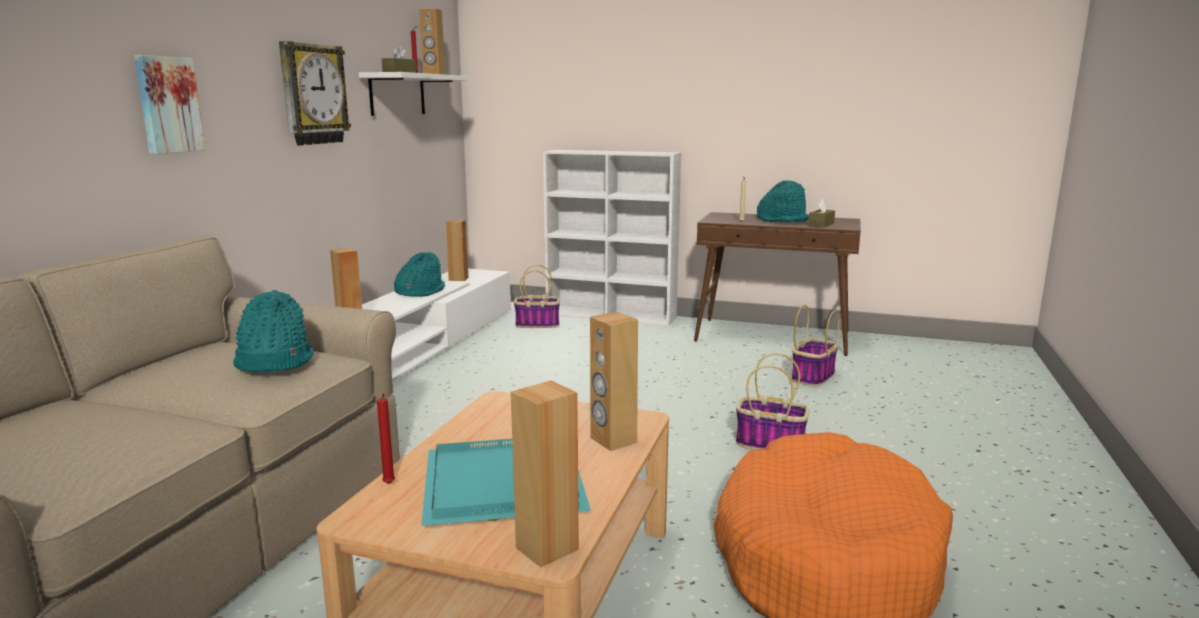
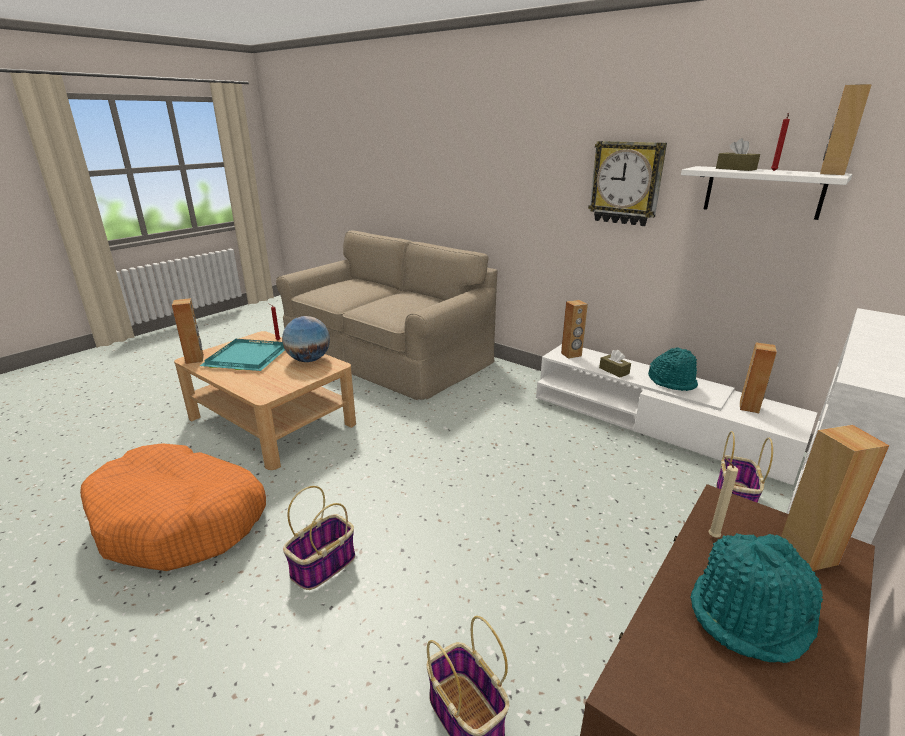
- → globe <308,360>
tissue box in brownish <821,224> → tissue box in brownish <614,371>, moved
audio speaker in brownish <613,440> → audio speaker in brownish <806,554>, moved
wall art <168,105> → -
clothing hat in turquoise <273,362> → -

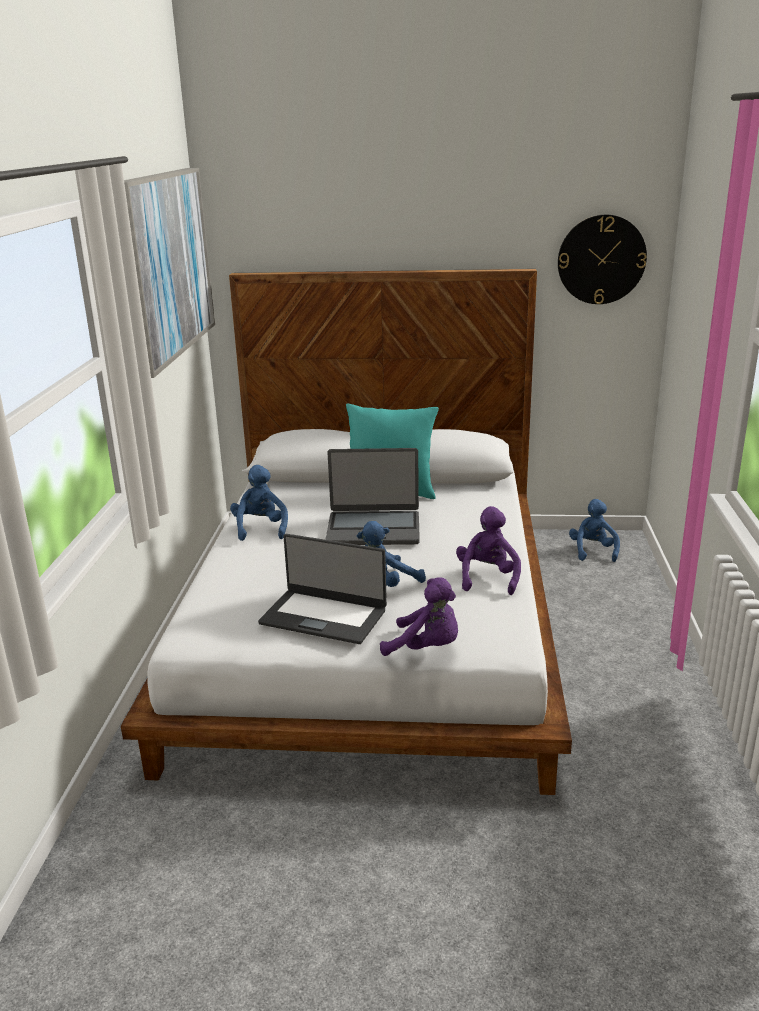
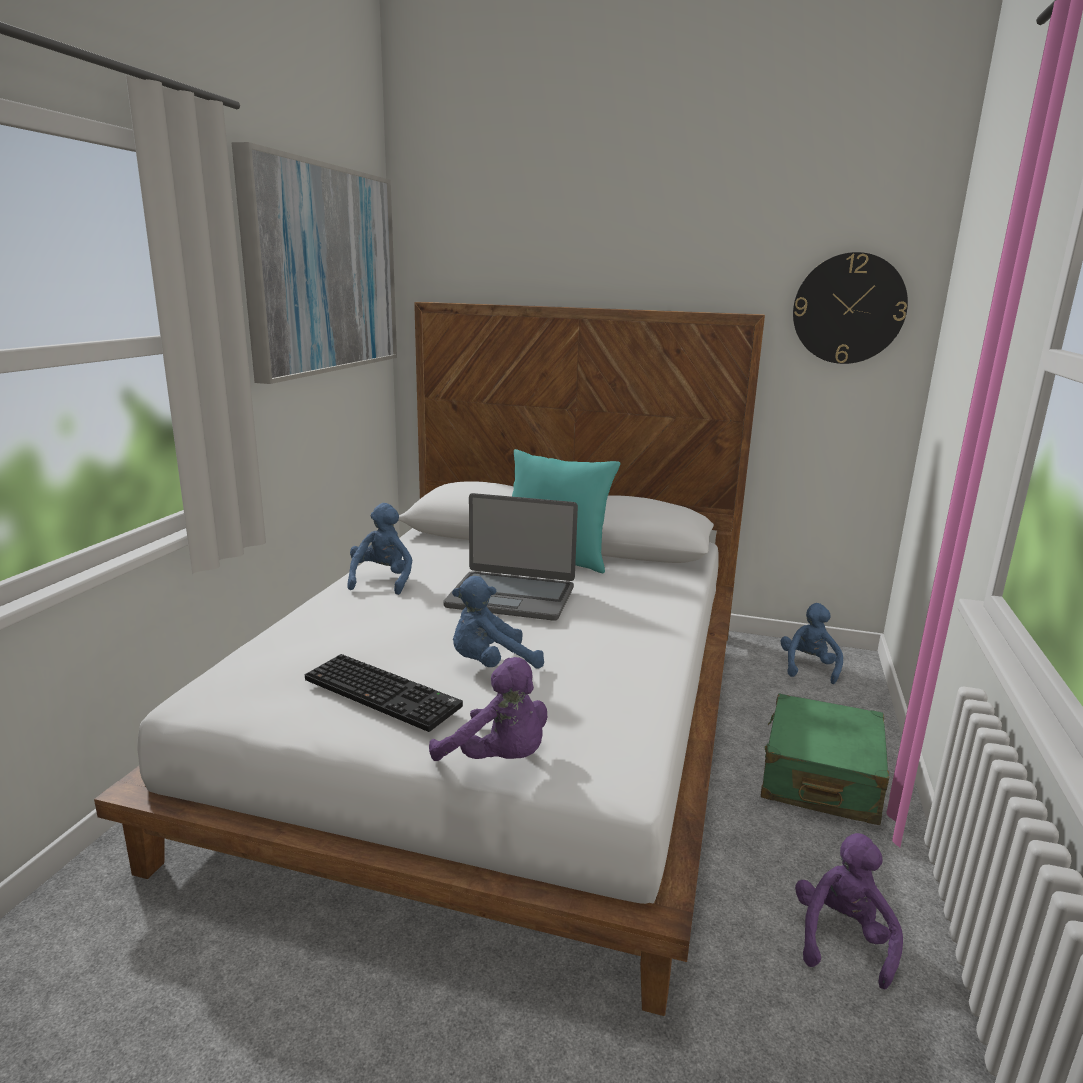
notebook computer <324,616> → computer keyboard <385,693>
- → piece of luggage in green-coloured <820,777>
plush toy in purple-coloured <488,578> → plush toy in purple-coloured <842,938>, moved

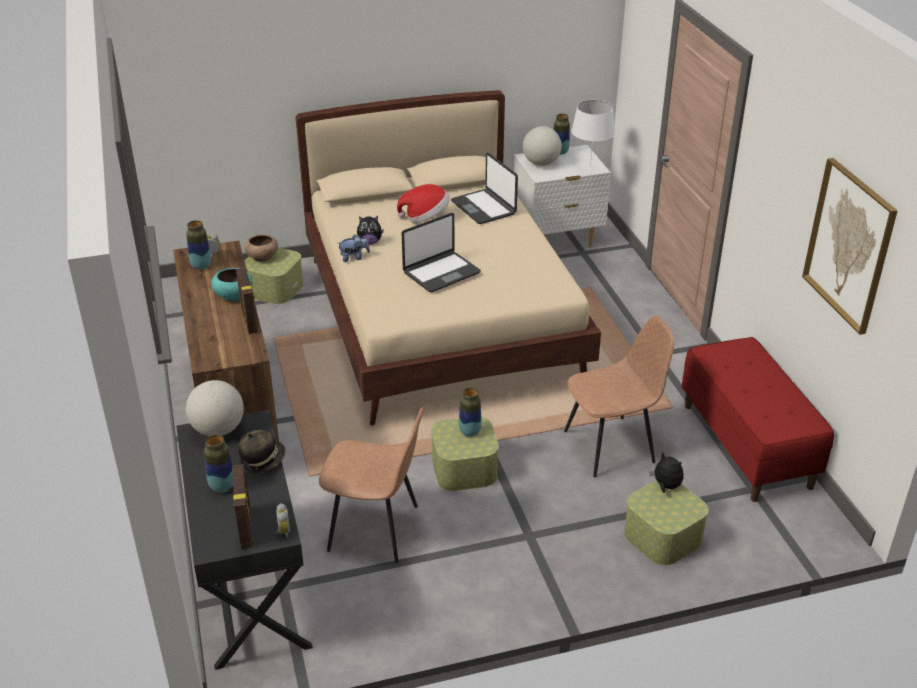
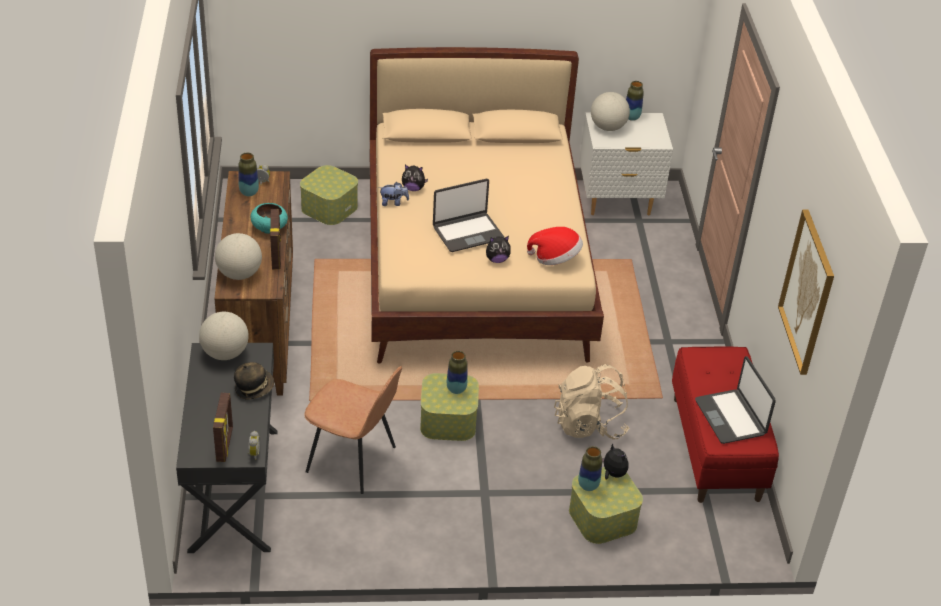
- → globe <239,274>
- → plush toy <497,260>
clothing hat <426,217> → clothing hat <555,258>, moved
chair in brownish <611,446> → rucksack in sand-coloured <589,424>
vase <222,487> → vase <588,486>, moved
notebook computer <484,207> → notebook computer <731,417>, moved
bowl in brownish <262,256> → -
table lamp in white-coloured <590,167> → -

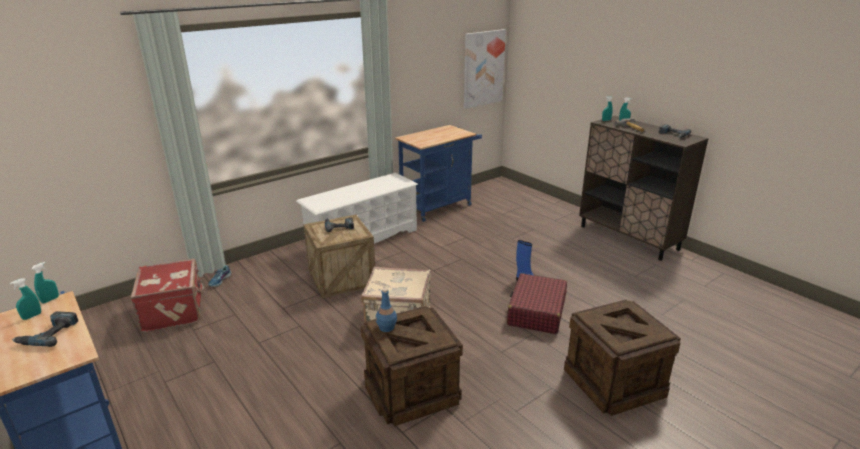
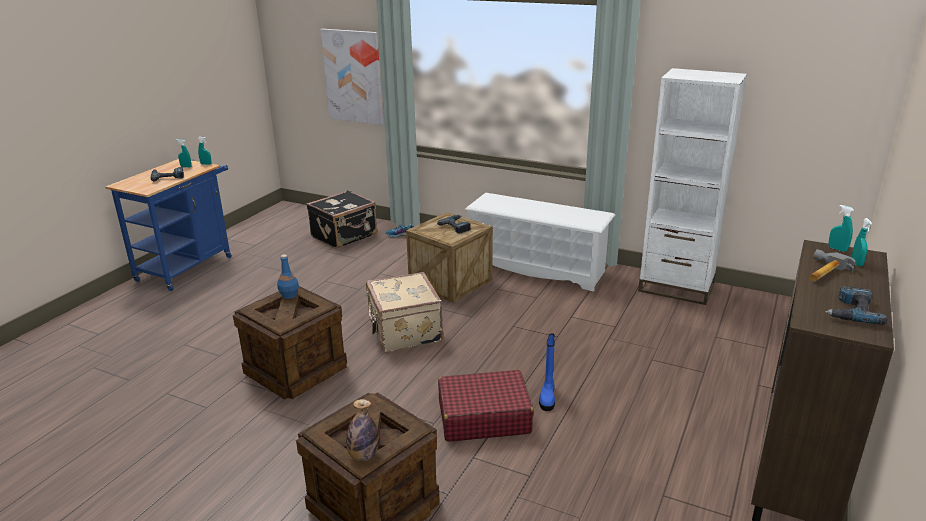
piece of luggage in red <175,311> → piece of luggage in blackish <345,236>
wall art <483,68> → wall art <353,76>, moved
- → drink bottle <363,456>
cart in bluish <439,206> → bookshelf in white-coloured <676,288>

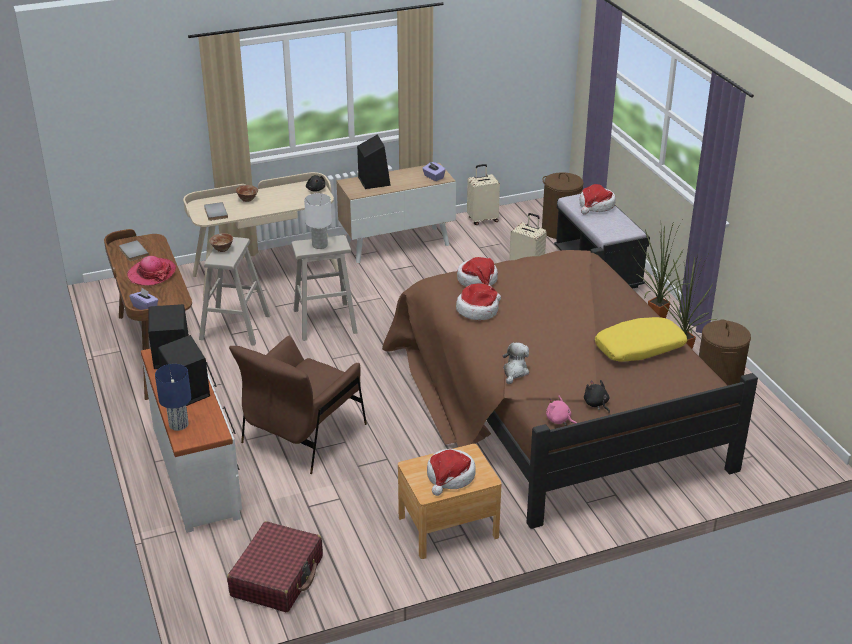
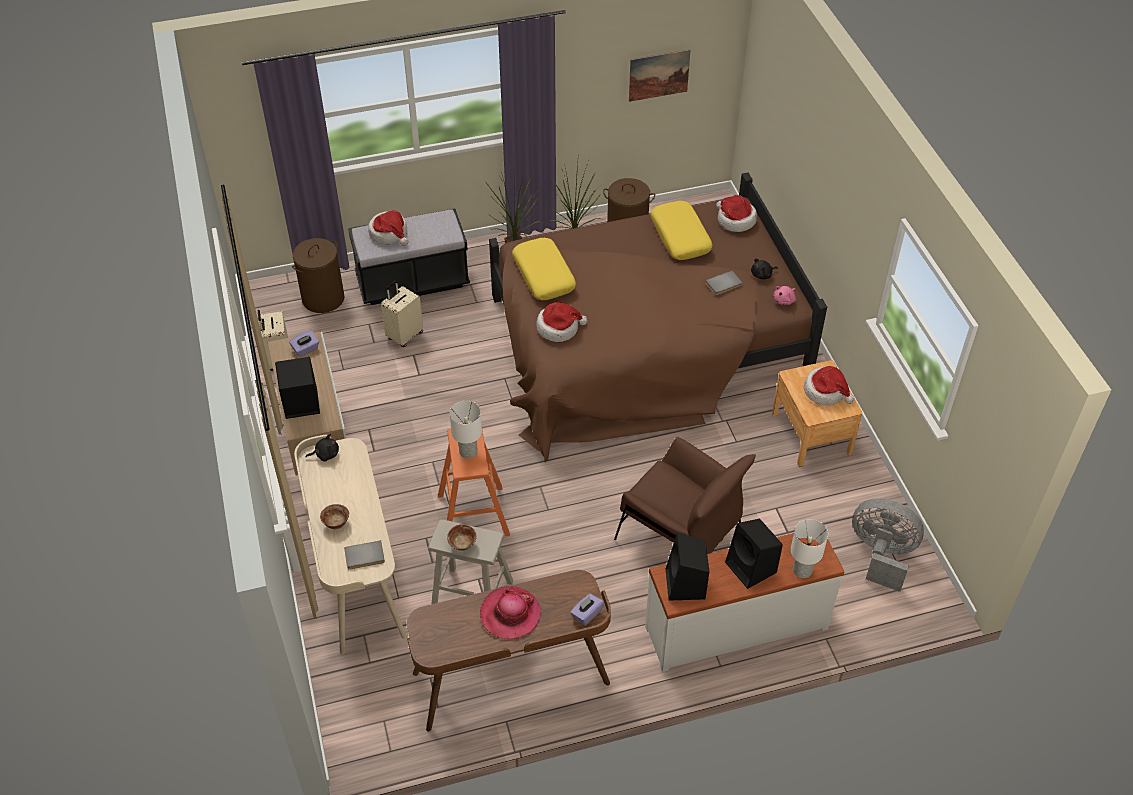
sitting stool in sand-coloured <324,321> → sitting stool in orange-coloured <473,515>
- → throw pillow in yellow-coloured <544,275>
- → wall art <659,75>
volume in gray <132,252> → volume in gray <724,285>, moved
clothing hat <478,310> → clothing hat <735,220>, moved
table lamp in bluish <179,425> → table lamp in white-coloured <802,569>
piece of luggage in red <277,576> → fan in gray <881,555>
plush toy <515,372> → -

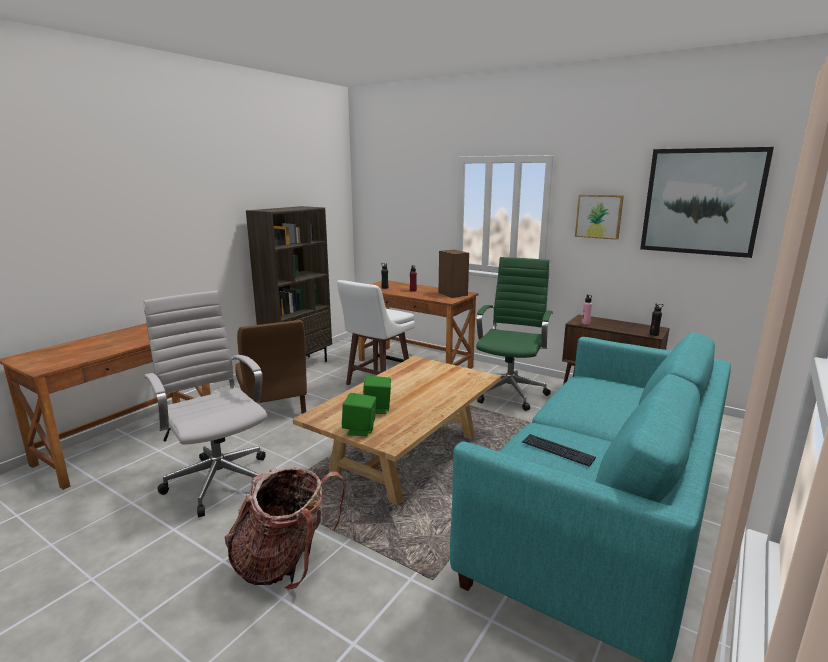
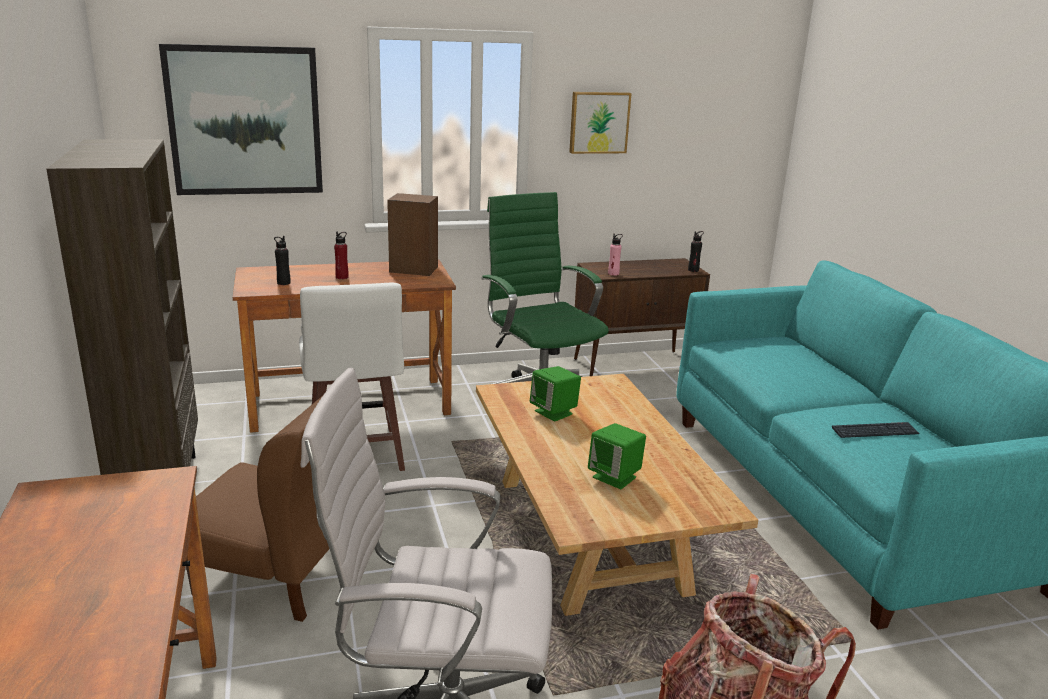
wall art <702,202> → wall art <245,121>, moved
audio speaker in green-coloured <360,430> → audio speaker in green-coloured <554,412>, moved

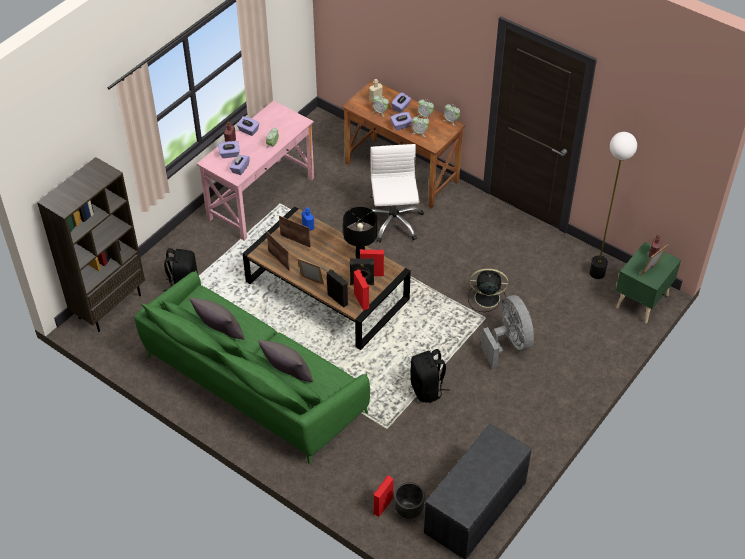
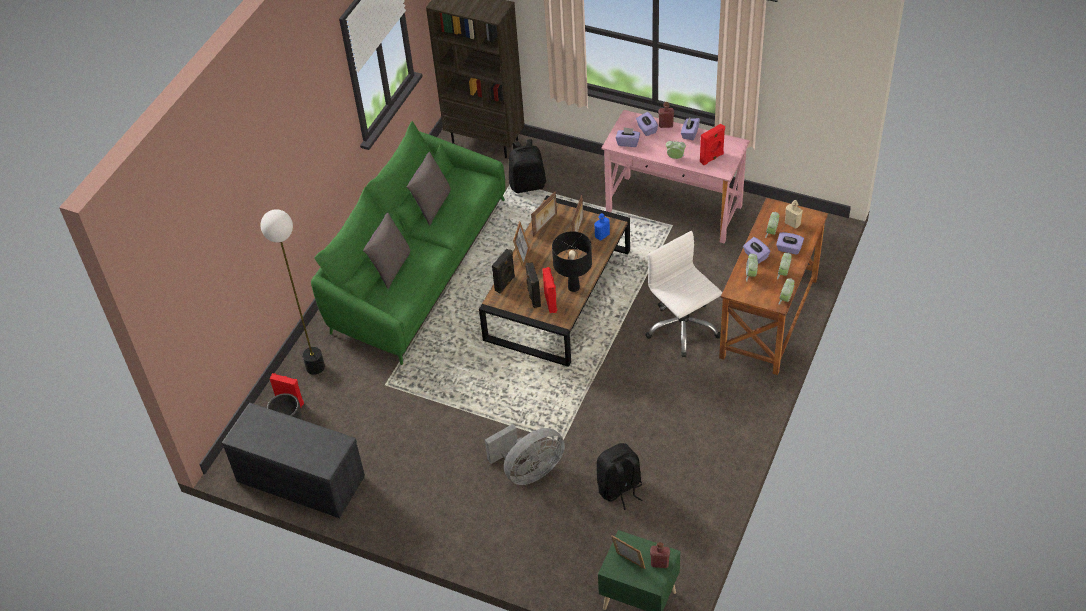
standard lamp <596,273> → standard lamp <315,366>, moved
rucksack in blackish <427,389> → rucksack in blackish <620,489>, moved
desk chair in white-coloured <393,222> → desk chair in white-coloured <682,328>, 105 degrees counterclockwise
audio speaker in red <362,300> → audio speaker in red <712,158>, moved
fan in blackish <486,298> → -

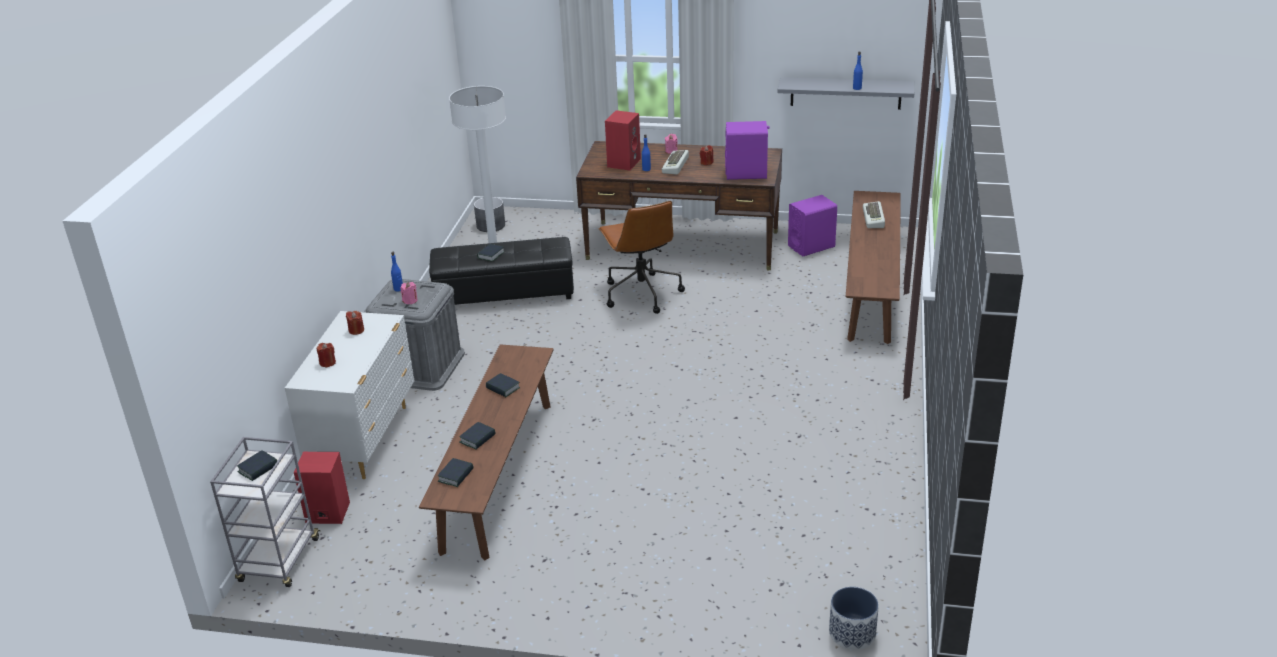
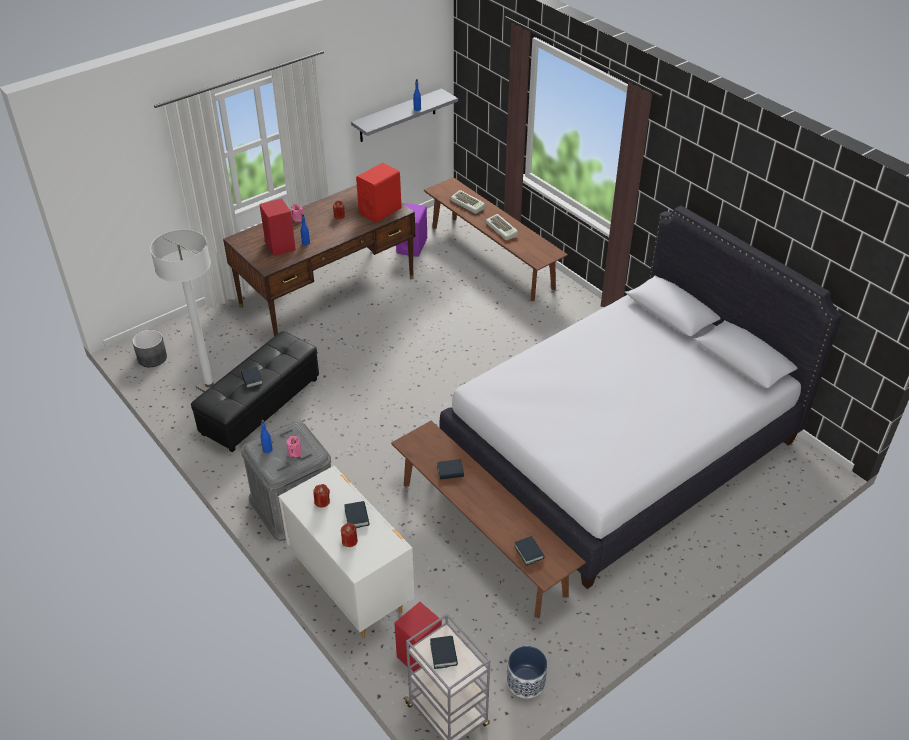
volume <477,438> → volume <357,517>, moved
audio speaker in purple-coloured <746,173> → audio speaker in red <380,211>
- → sleeping bed in white-coloured <620,448>
computer keyboard <676,165> → computer keyboard <502,230>, moved
flower pot <851,633> → flower pot <525,682>, moved
desk chair in brownish <641,293> → -

